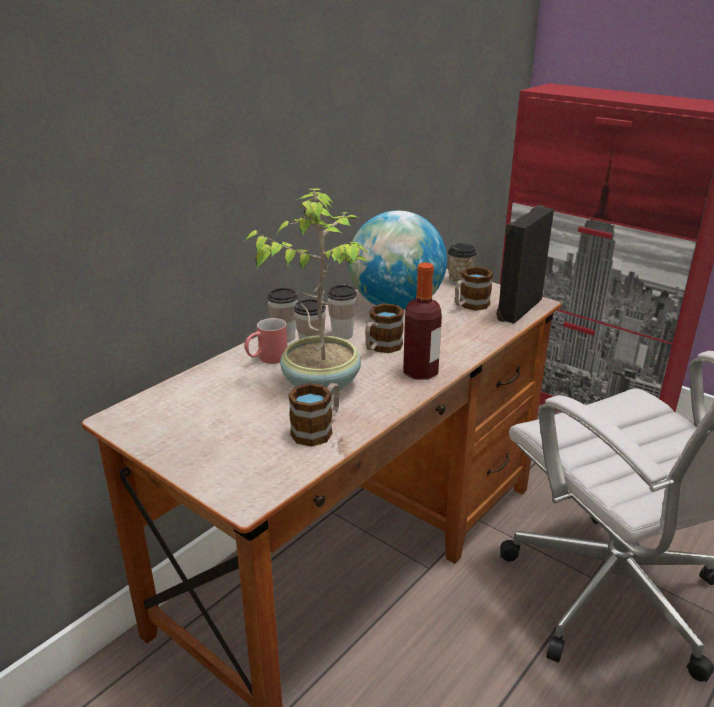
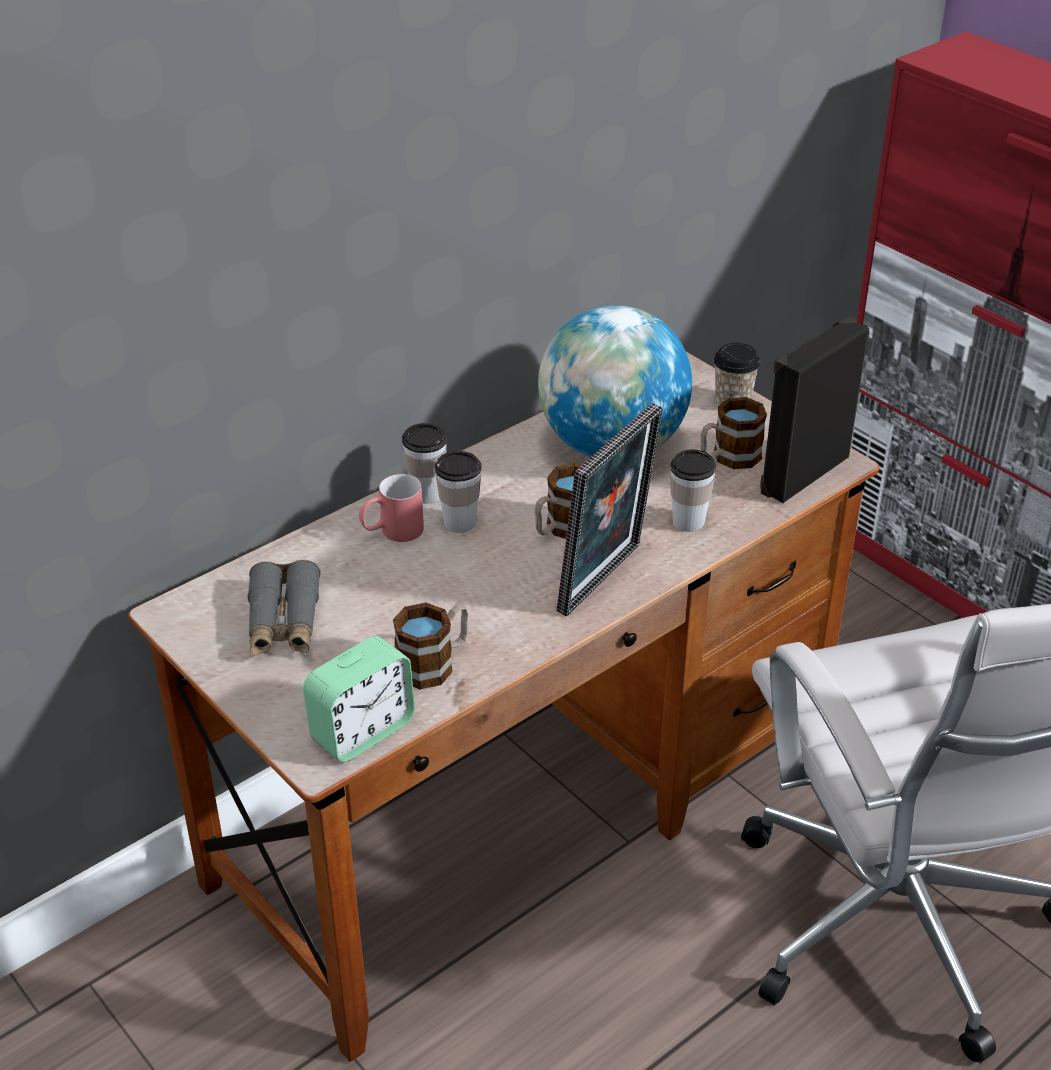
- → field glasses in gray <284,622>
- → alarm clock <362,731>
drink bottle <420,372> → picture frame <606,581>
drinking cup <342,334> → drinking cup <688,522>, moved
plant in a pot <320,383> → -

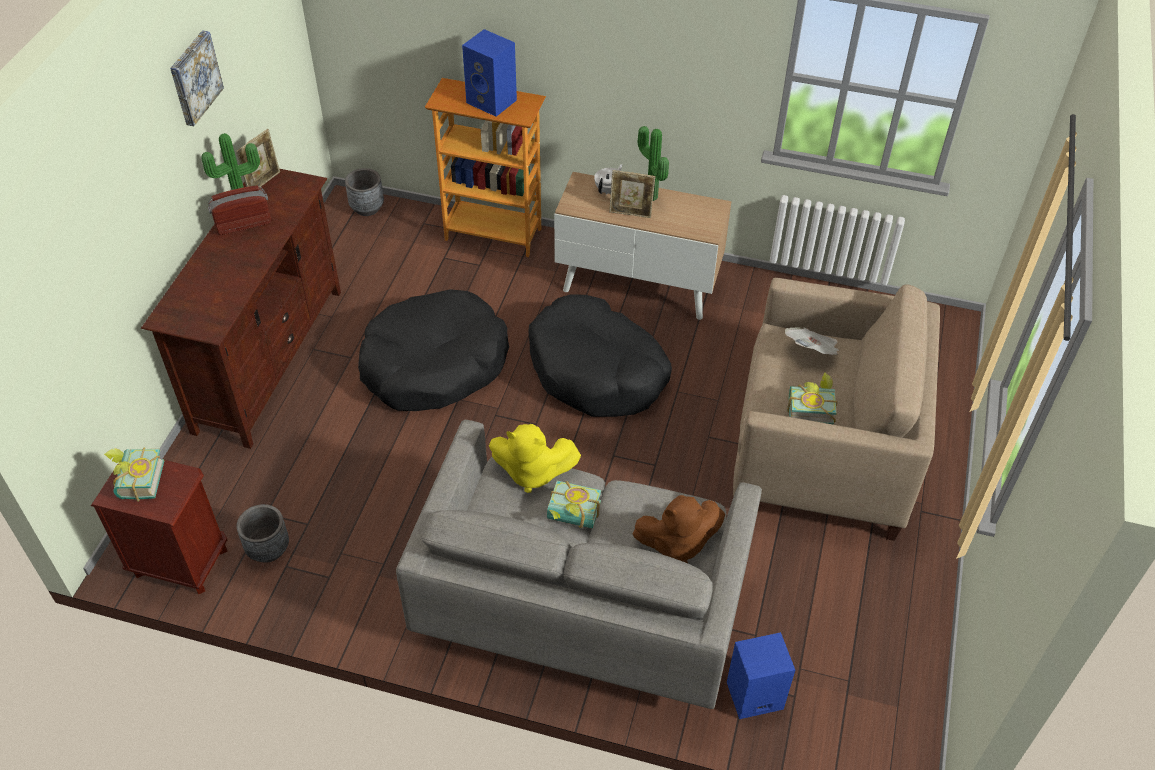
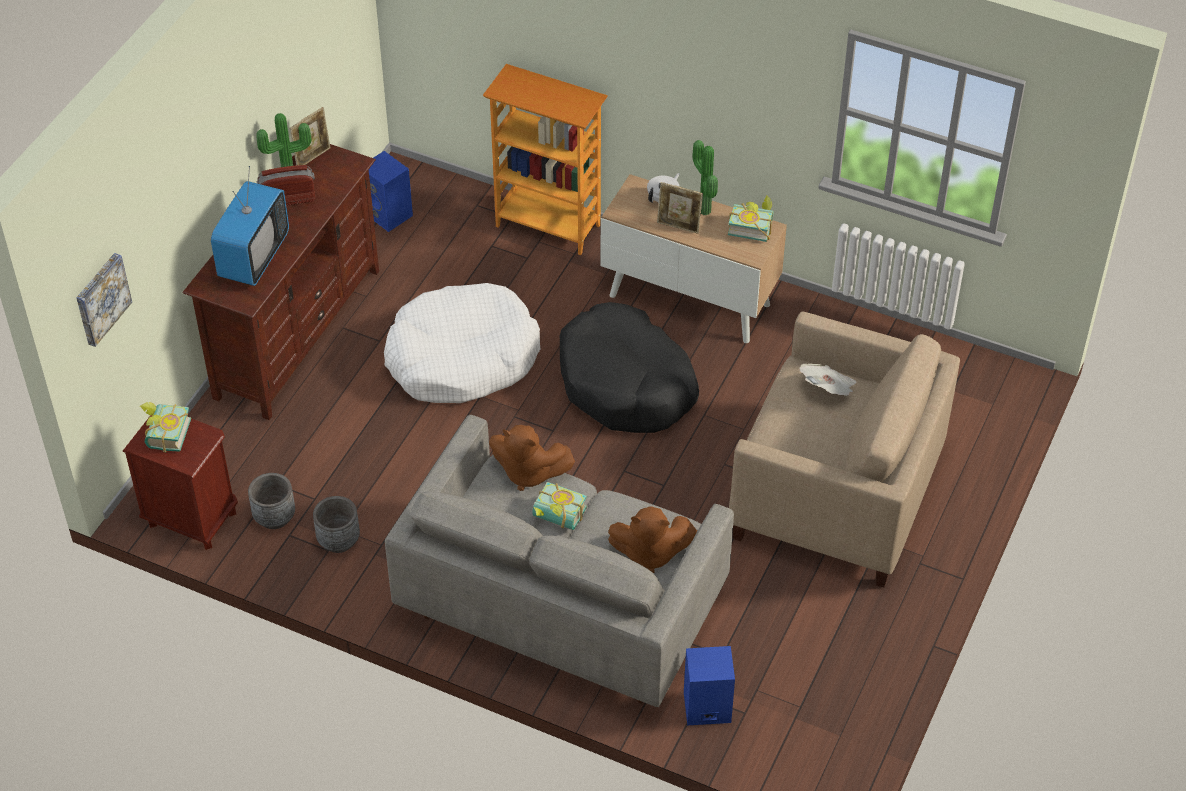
wall art <194,77> → wall art <101,298>, moved
- → television <254,257>
flower pot in gray <367,208> → flower pot in gray <338,541>, moved
audio speaker in bluish <493,101> → audio speaker in bluish <390,215>, moved
dog cushion in blackish <434,364> → dog cushion in white-coloured <462,358>
plush toy in yellow-coloured <532,472> → plush toy in brownish <528,472>
volume <810,408> → volume <751,226>, moved

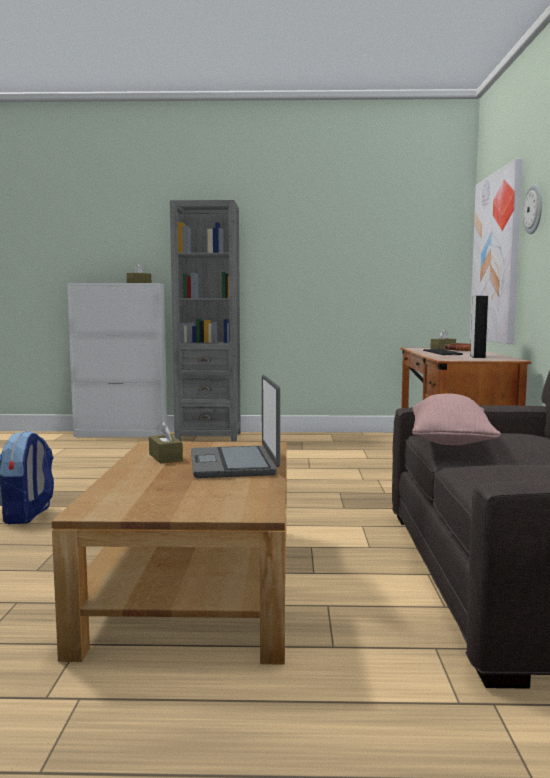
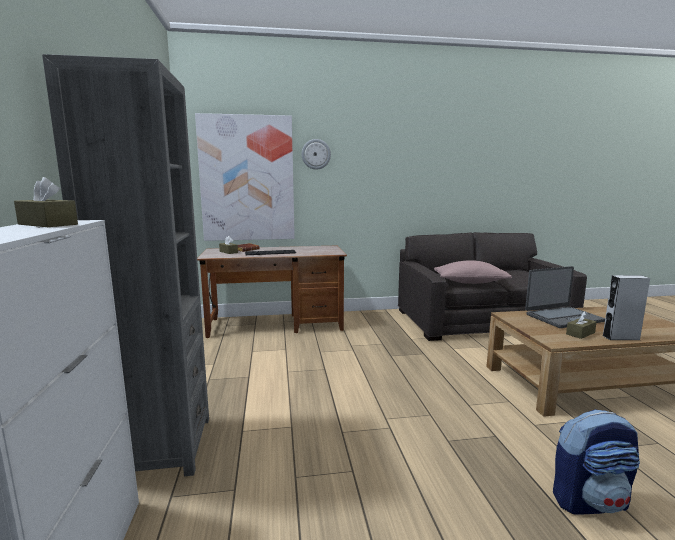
audio speaker in gray <477,356> → audio speaker in gray <621,337>, moved

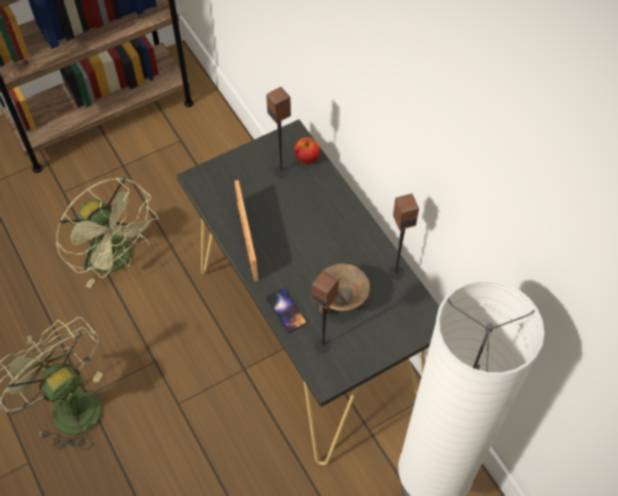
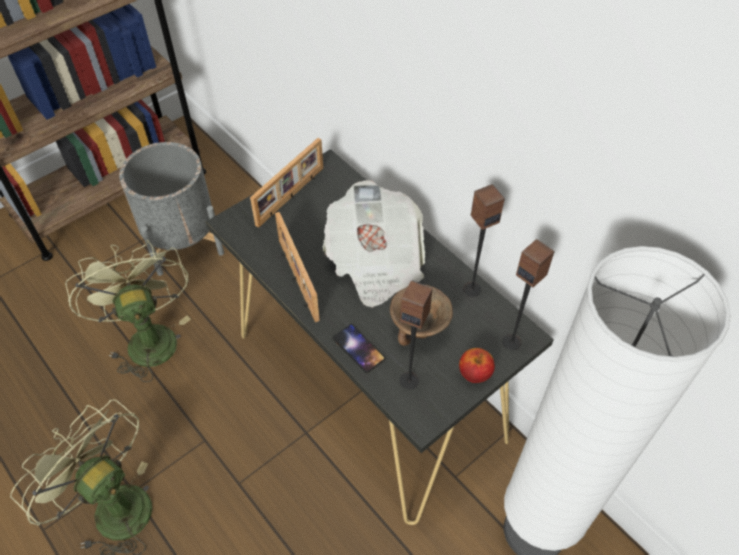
fan in green-coloured <117,259> → fan in green-coloured <147,337>, 150 degrees counterclockwise
- → flower pot in gray <182,241>
- → picture frame <291,196>
- → daily paper <375,262>
apple <307,158> → apple <474,373>, moved
audio speaker <281,171> → audio speaker <512,342>, moved

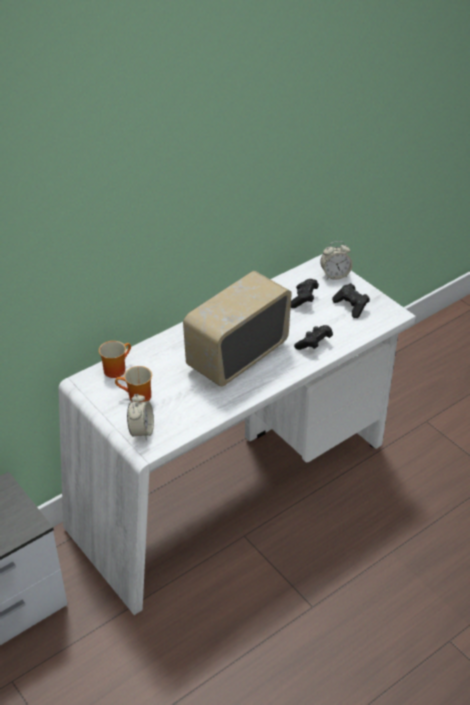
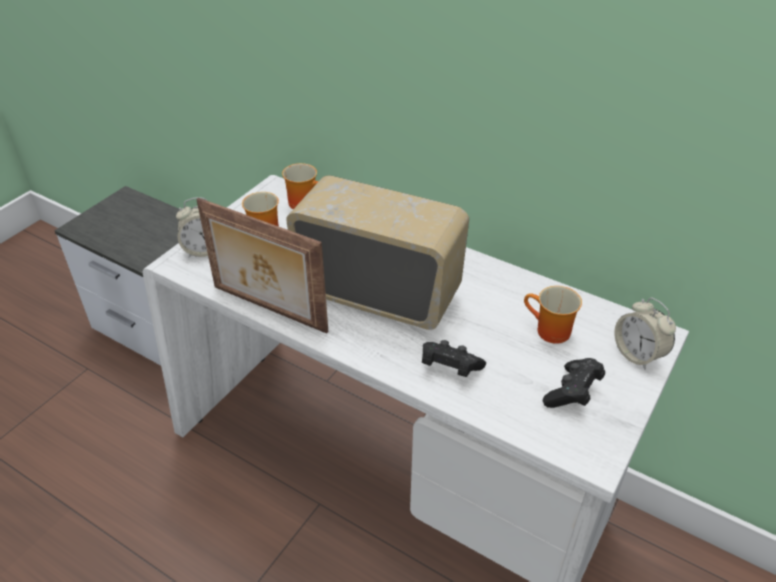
- → picture frame <268,310>
gamepad in blackish <303,299> → coffee mug <548,332>

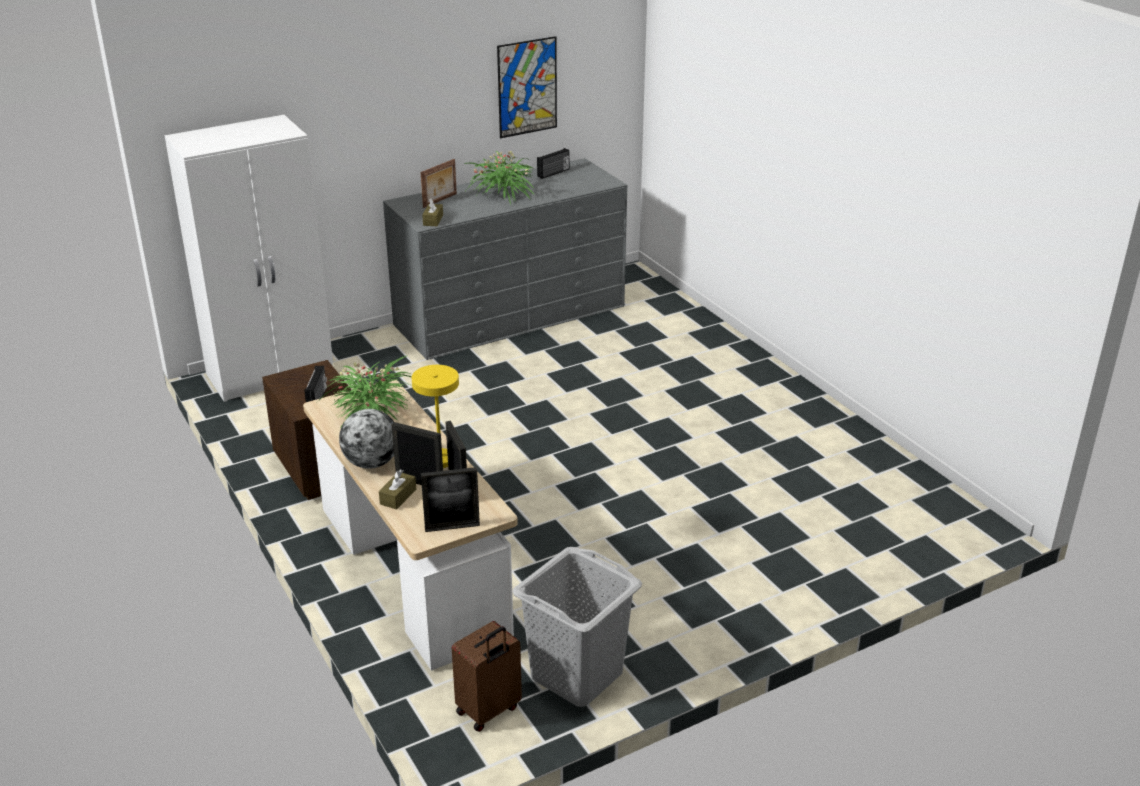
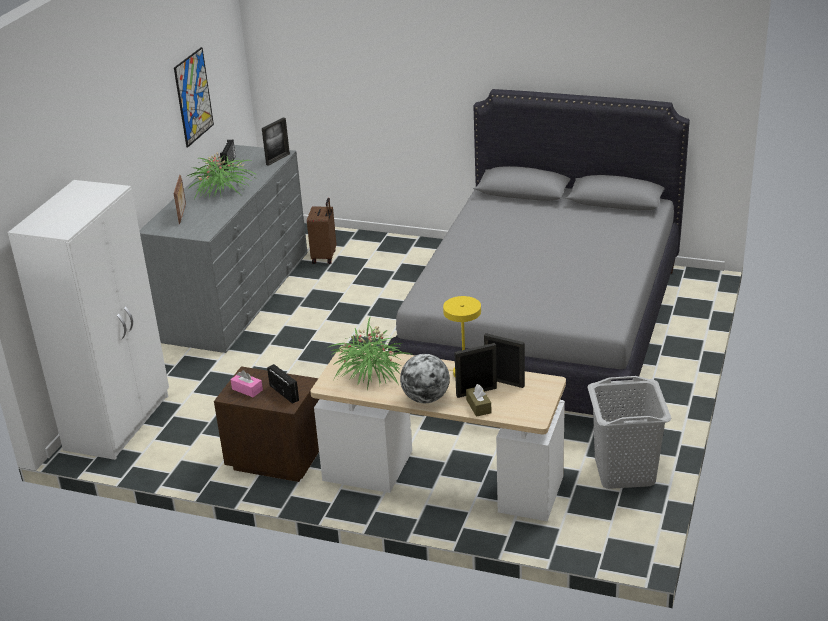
- → tissue box in pinkish <247,389>
picture frame <452,527> → picture frame <278,159>, moved
piece of luggage in brownish <489,711> → piece of luggage in brownish <325,257>, moved
- → sleeping bed in gray <544,329>
tissue box in brownish <433,220> → -

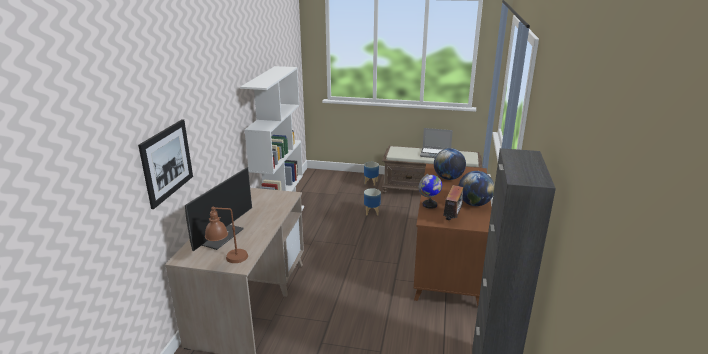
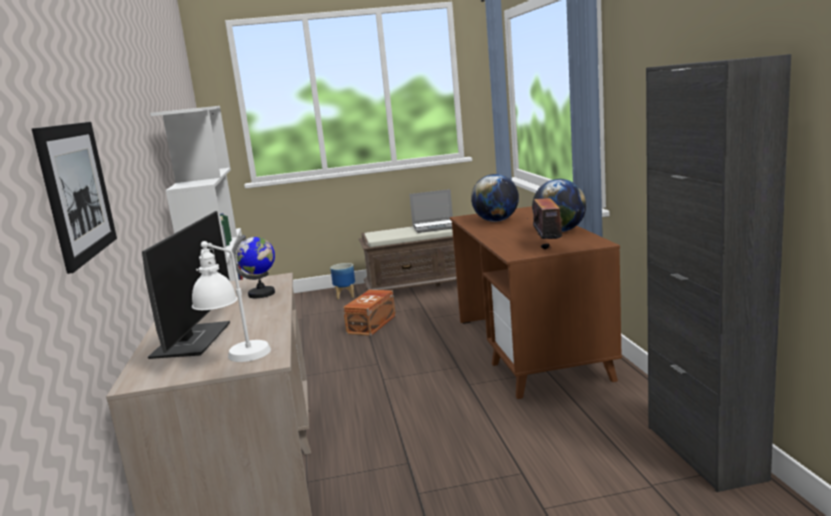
table lamp in brownish <229,261> → table lamp in white-coloured <239,361>
globe <430,205> → globe <262,294>, moved
flower pot <372,212> → storage container in brownish <372,324>

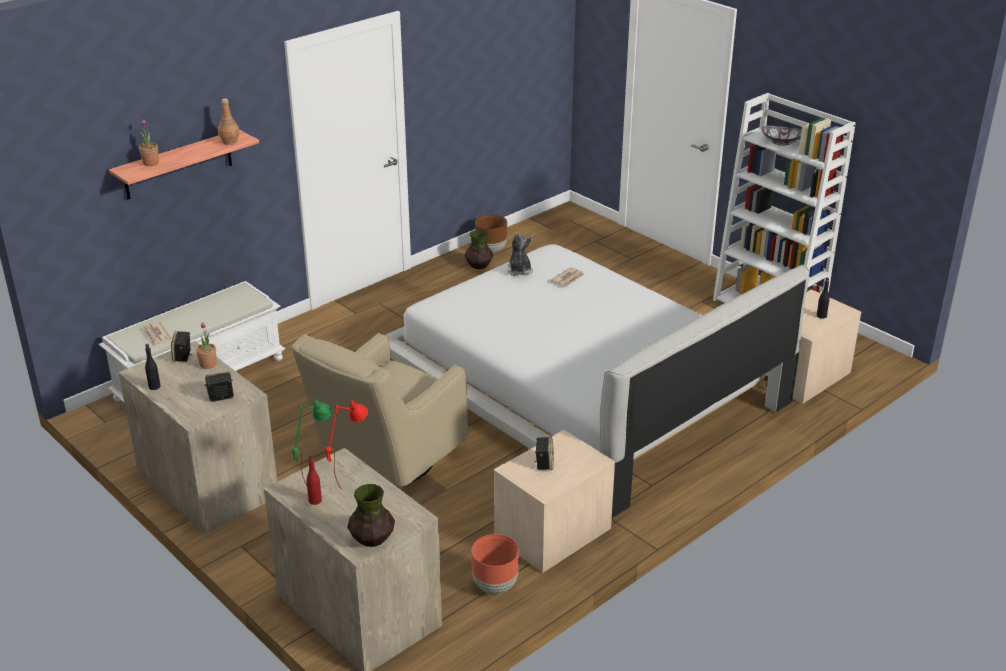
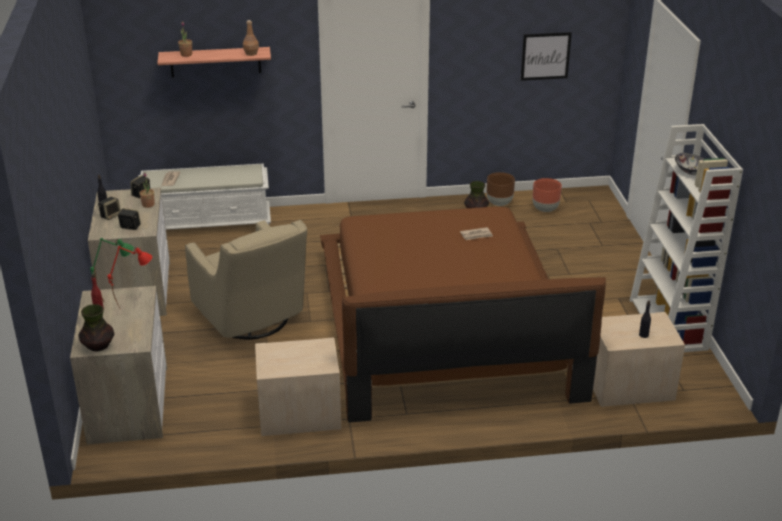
audio speaker <544,463> → audio speaker <110,215>, moved
easy chair in sand-coloured <384,460> → easy chair in sand-coloured <252,320>, 105 degrees counterclockwise
sleeping bed in white-coloured <581,385> → sleeping bed in brownish <444,324>
- → wall art <545,56>
flower pot in brownish <495,585> → flower pot in brownish <545,209>, moved
plush toy <519,271> → -

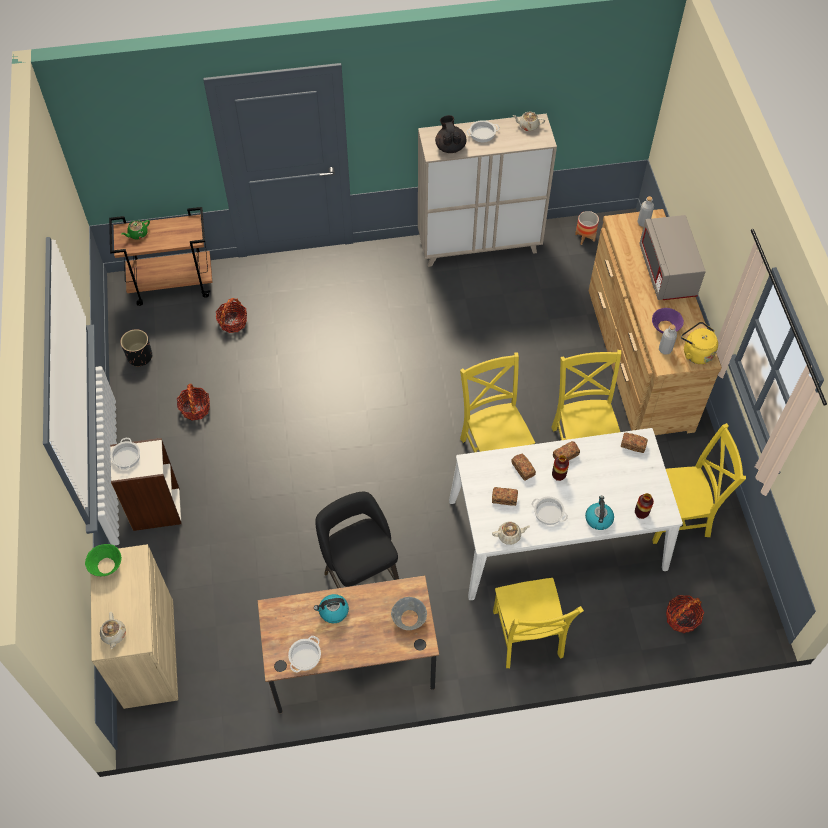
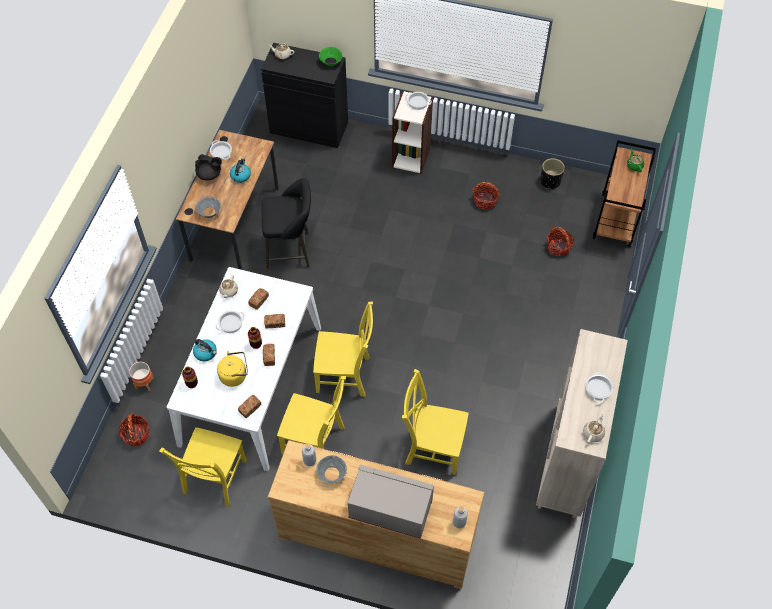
flower pot <585,237> → flower pot <144,383>, moved
tea pot in blackish <450,147> → tea pot in blackish <210,175>, moved
tea kettle in yellow-coloured <696,352> → tea kettle in yellow-coloured <235,375>, moved
cabinet in sand-coloured <149,653> → cabinet in blackish <309,127>
bowl in purple-coloured <665,327> → bowl in gray <332,473>
chair in yellow-coloured <527,637> → chair in yellow-coloured <432,447>, moved

